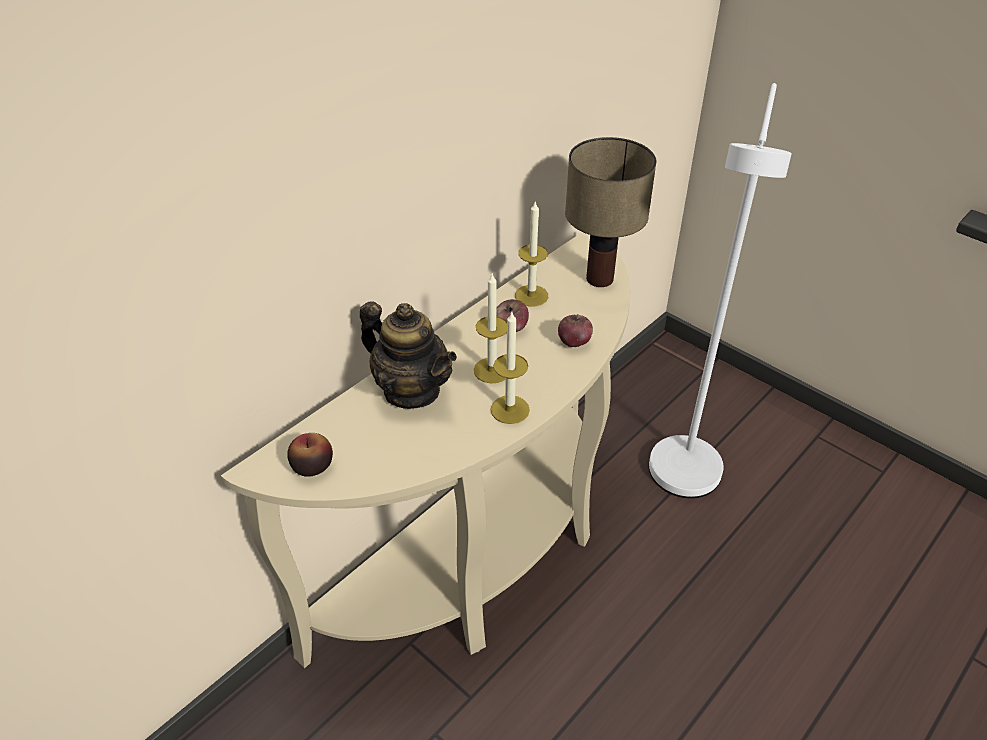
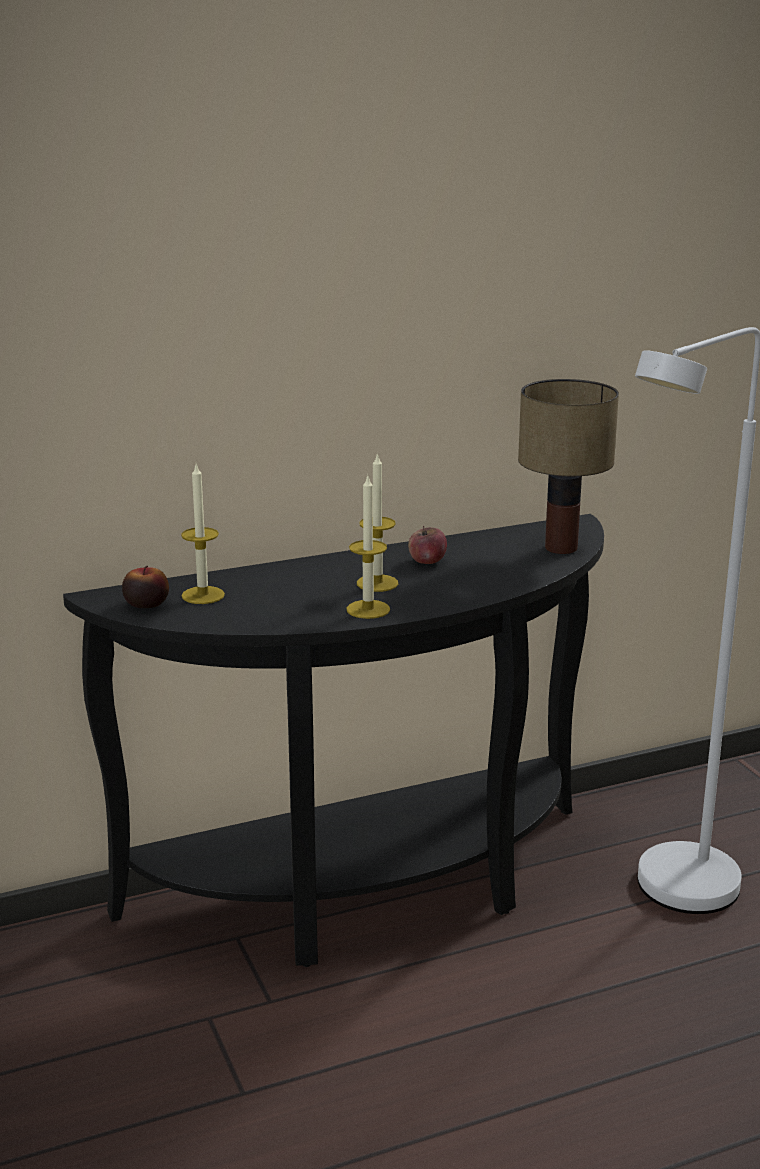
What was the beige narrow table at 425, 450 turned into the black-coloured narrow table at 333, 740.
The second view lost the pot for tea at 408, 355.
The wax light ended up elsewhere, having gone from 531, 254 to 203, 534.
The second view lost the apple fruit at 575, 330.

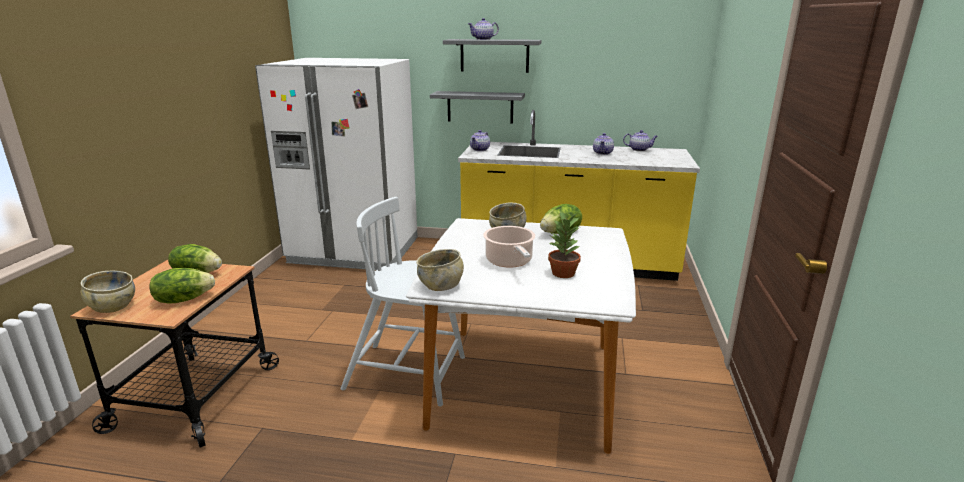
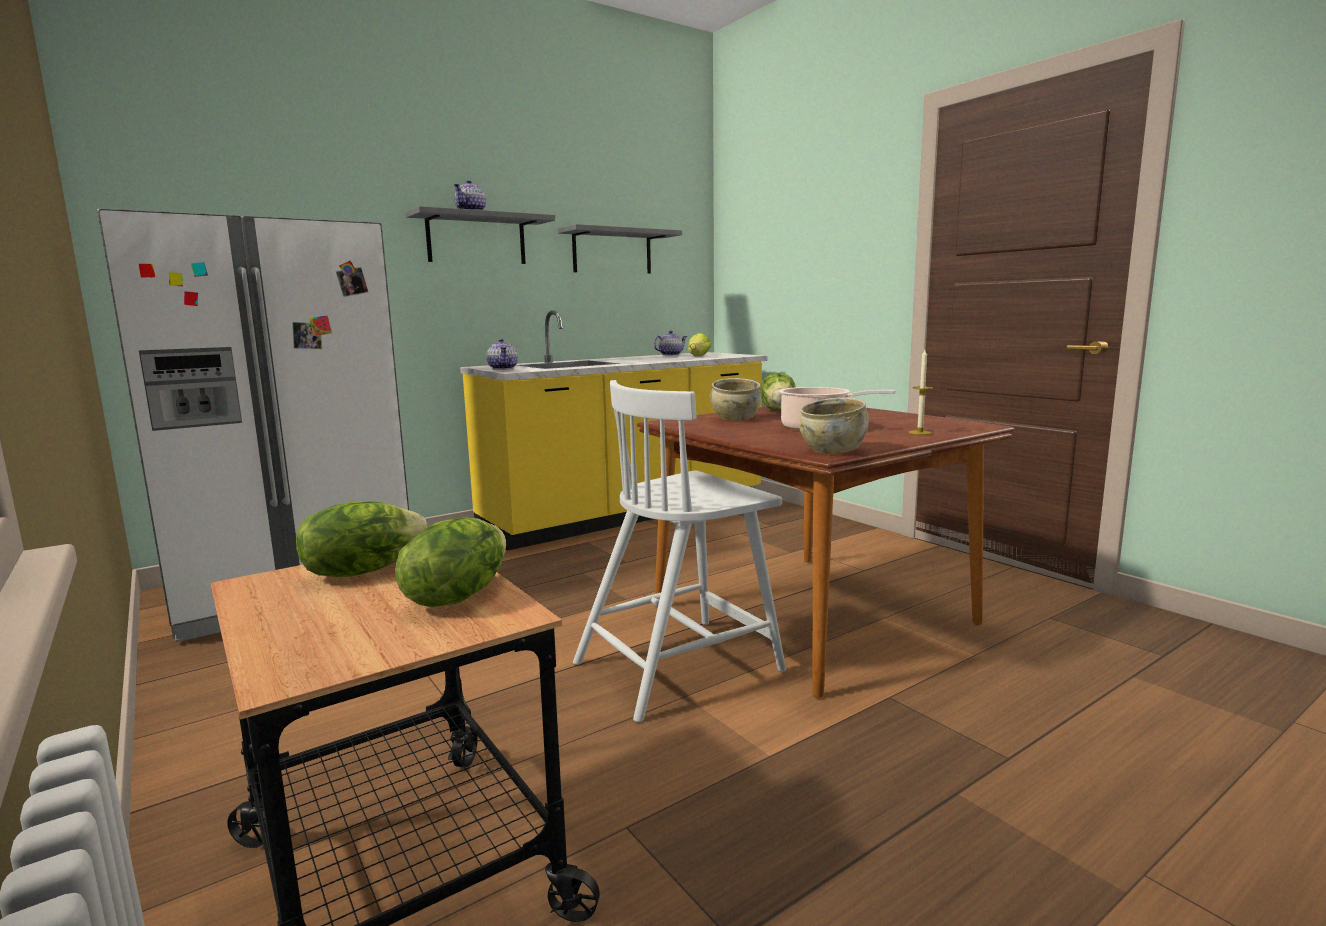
The second view lost the beige serving bowl at 108, 292.
What was the whitish dinner table at 521, 336 turned into the brown dinner table at 826, 552.
The gray bracket shelf ended up elsewhere, having gone from 477, 107 to 620, 249.
The second view lost the plant in a pot at 564, 244.
The second view lost the pot for tea at 603, 144.
The second view gained the lettuce at 699, 344.
The second view gained the wax light at 920, 392.

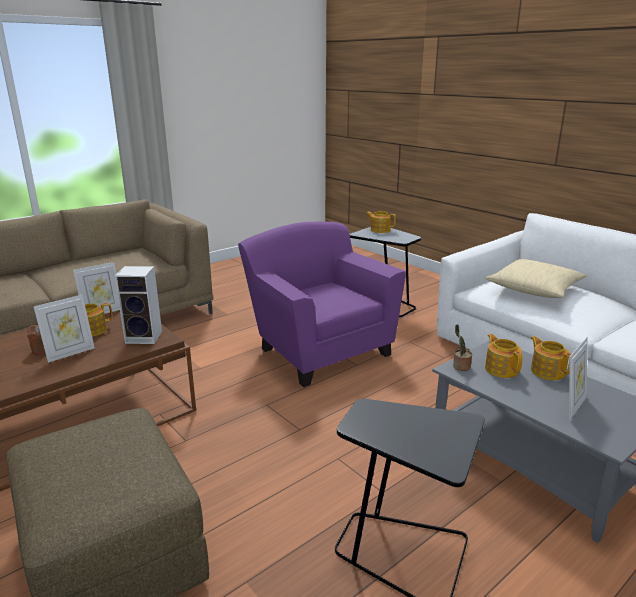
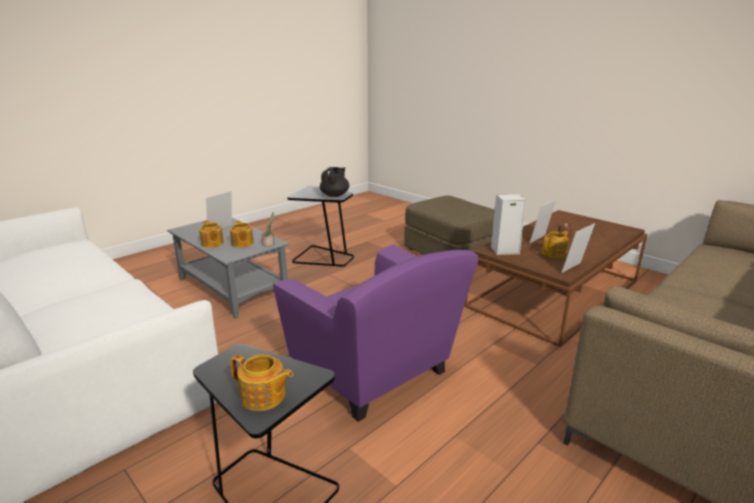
The second view lost the beige cushion at 535, 278.
The second view gained the black-coloured pot for tea at 334, 182.

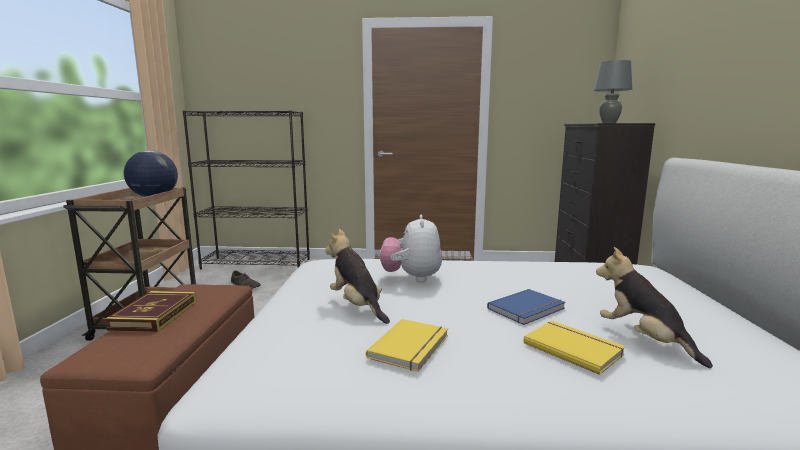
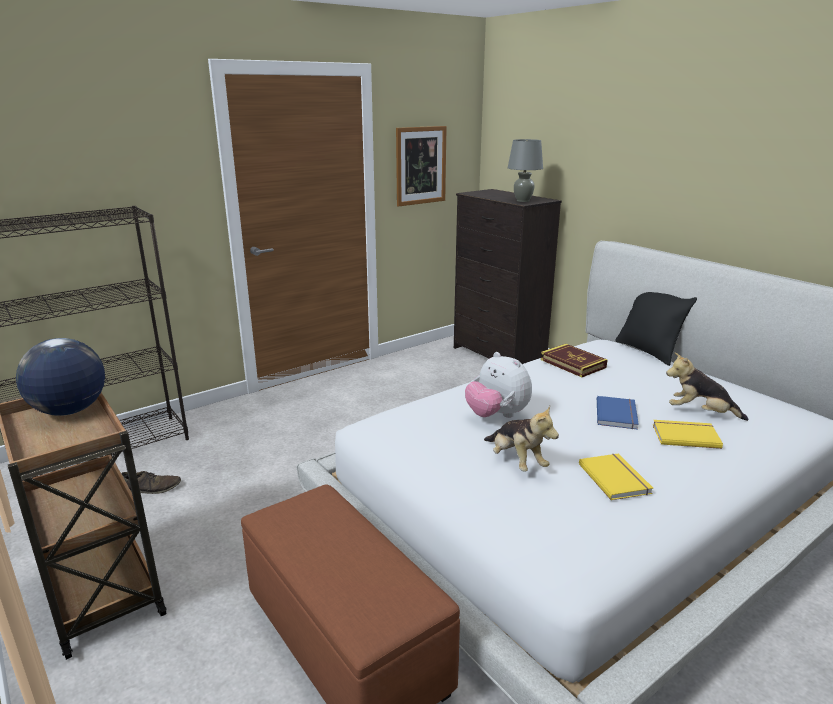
The bound book ended up elsewhere, having gone from 150, 311 to 574, 360.
The cuddly toy at 357, 276 ended up facing another way, 135 degrees counterclockwise from before.
The second view gained the picture at 421, 166.
The second view gained the black-coloured cushion at 656, 329.

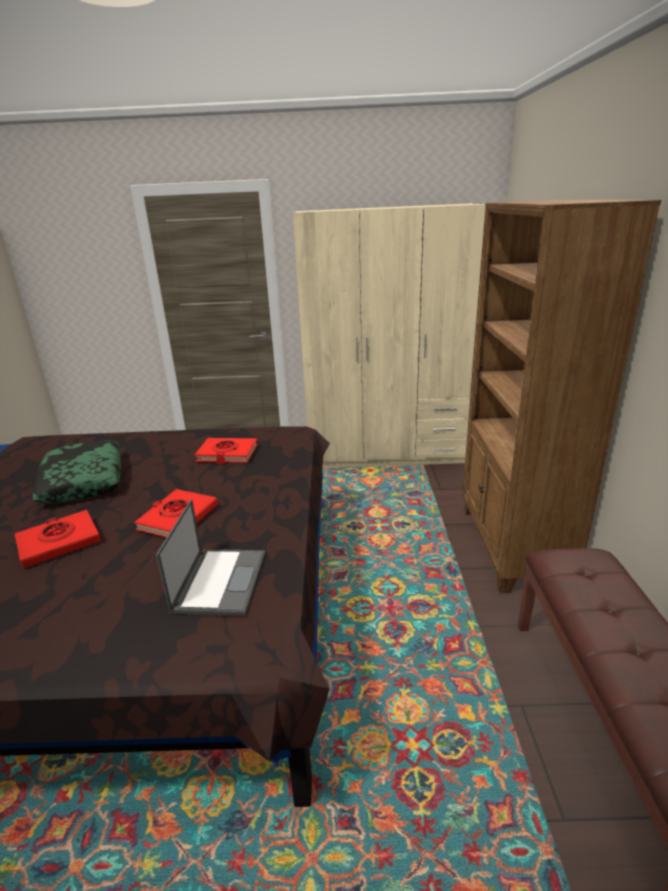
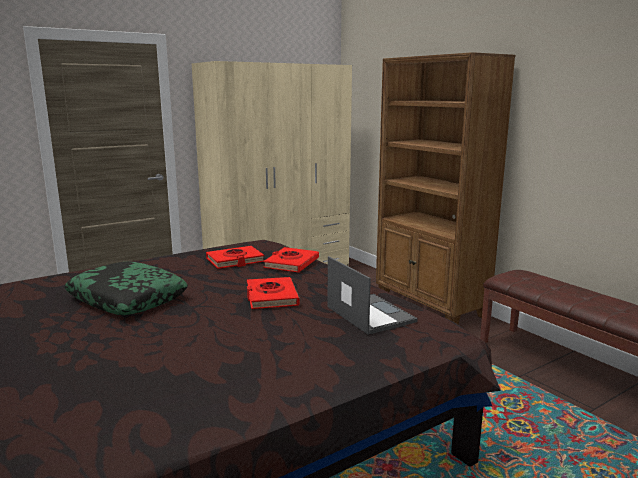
The red-coloured bound book ended up elsewhere, having gone from 57, 539 to 291, 260.

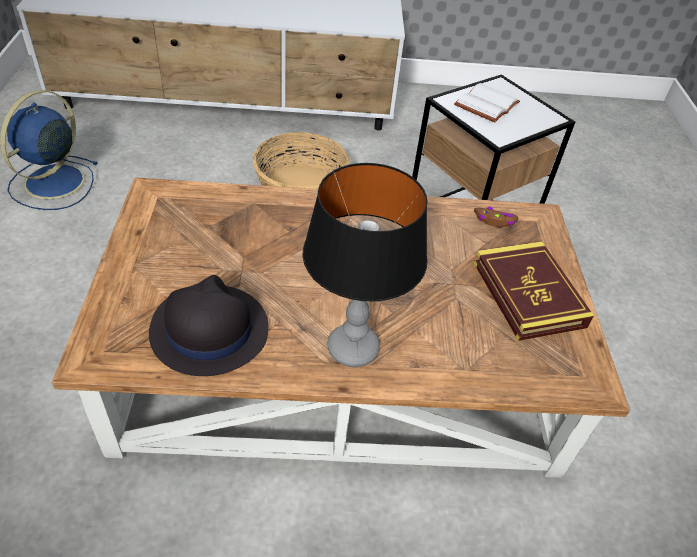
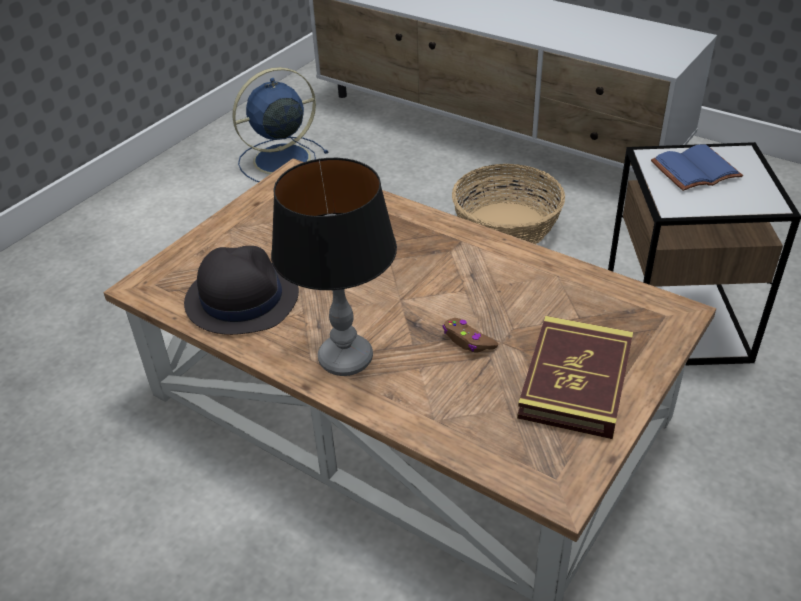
What was the whitish bound book at 487, 102 turned into the bluish bound book at 697, 167.
The brown joypad ended up elsewhere, having gone from 496, 217 to 470, 335.

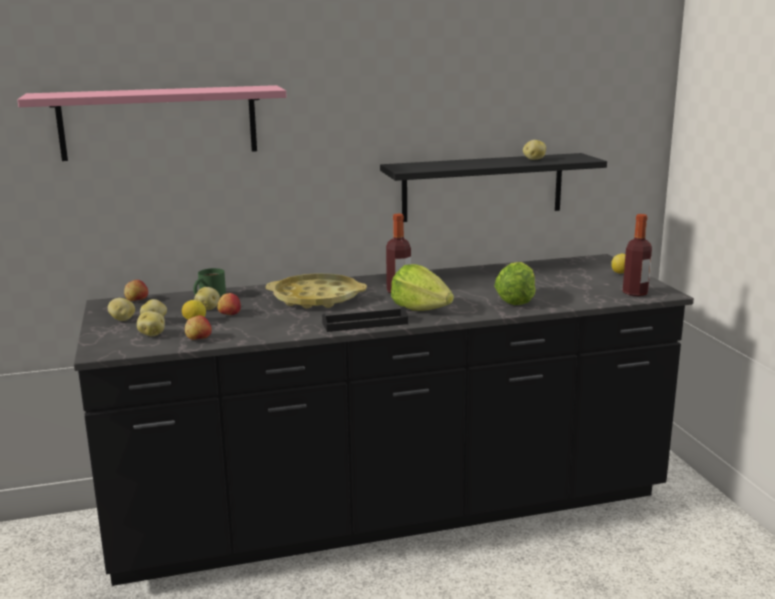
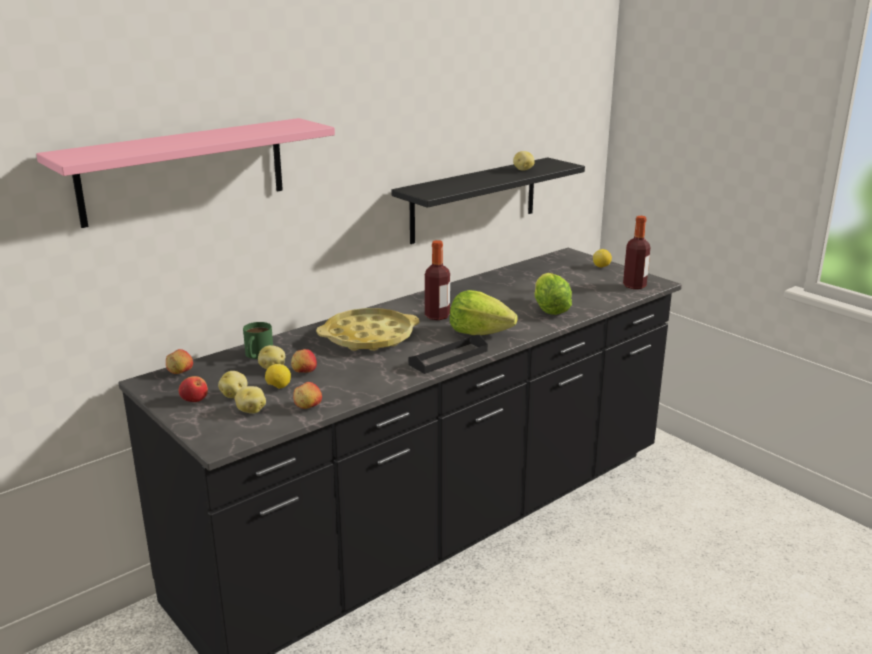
Where the spud stood at 121, 309, the apple fruit came to stand at 193, 389.

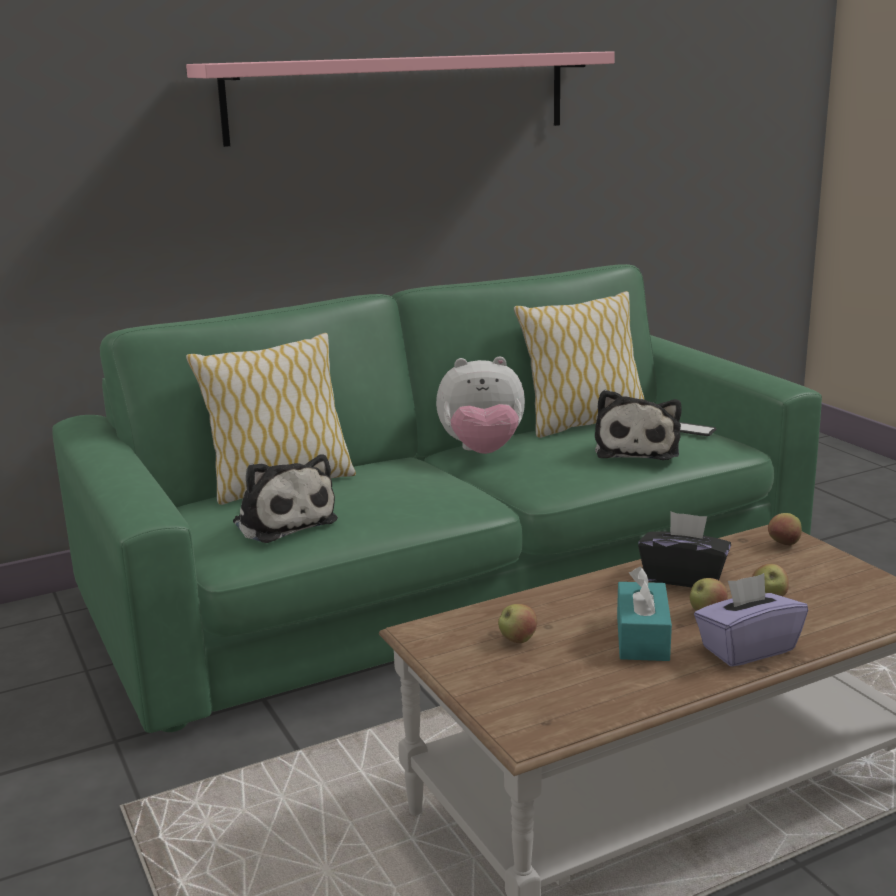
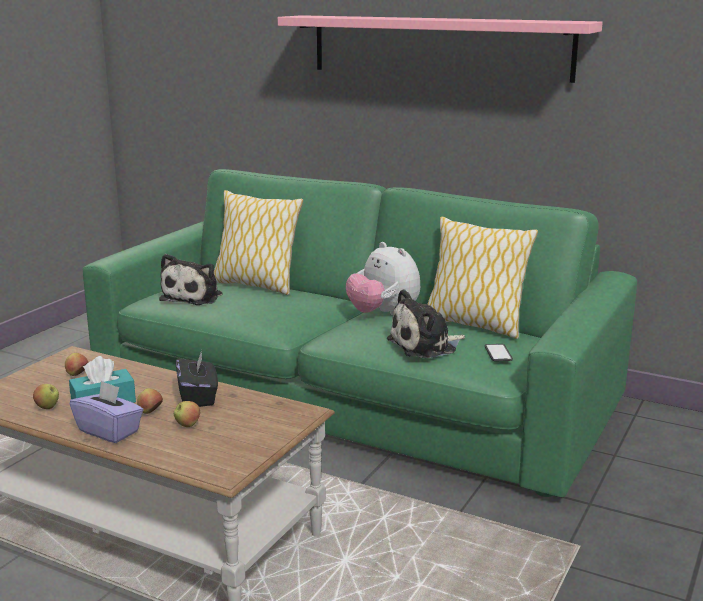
The apple fruit ended up elsewhere, having gone from 785, 529 to 46, 396.

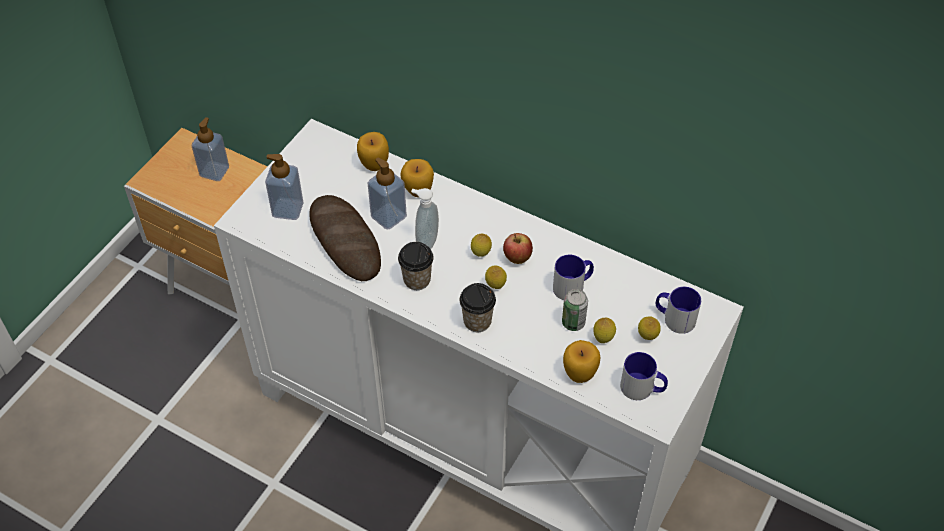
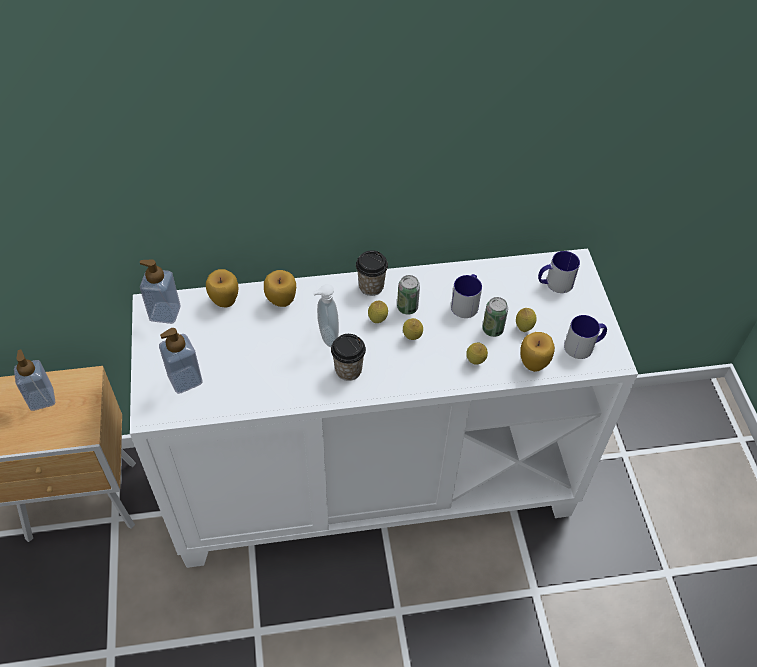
The second view lost the bakery bread at 345, 238.
The soap dispenser ended up elsewhere, having gone from 387, 194 to 160, 291.
The drinking cup ended up elsewhere, having gone from 477, 307 to 372, 273.
Where the apple fruit stood at 518, 248, the metal can came to stand at 408, 295.
The citrus fruit ended up elsewhere, having gone from 649, 328 to 477, 354.

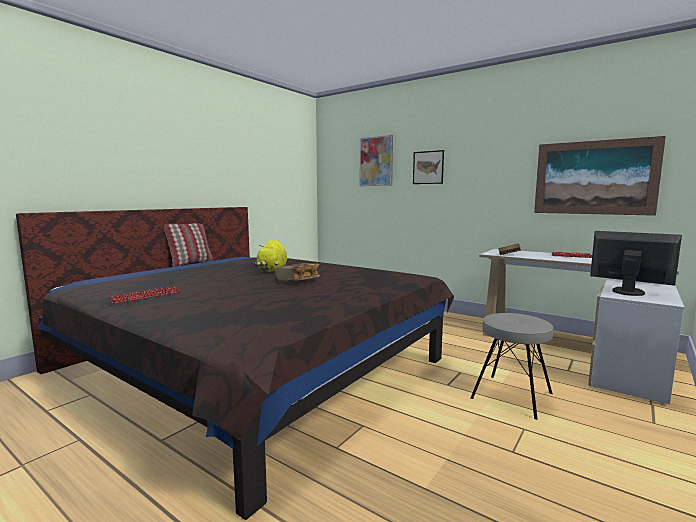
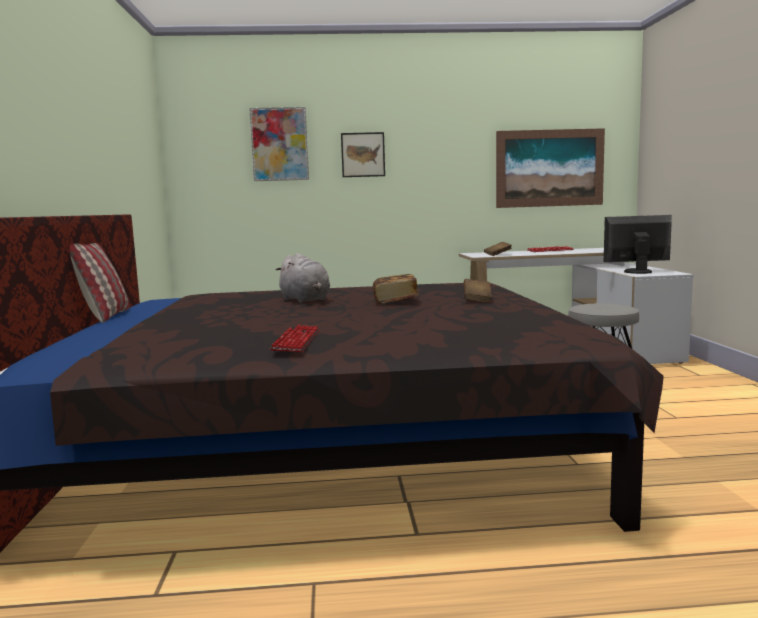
What was the yellow-coloured cuddly toy at 270, 256 turned into the gray cuddly toy at 303, 278.
The second view gained the brown bound book at 478, 291.

